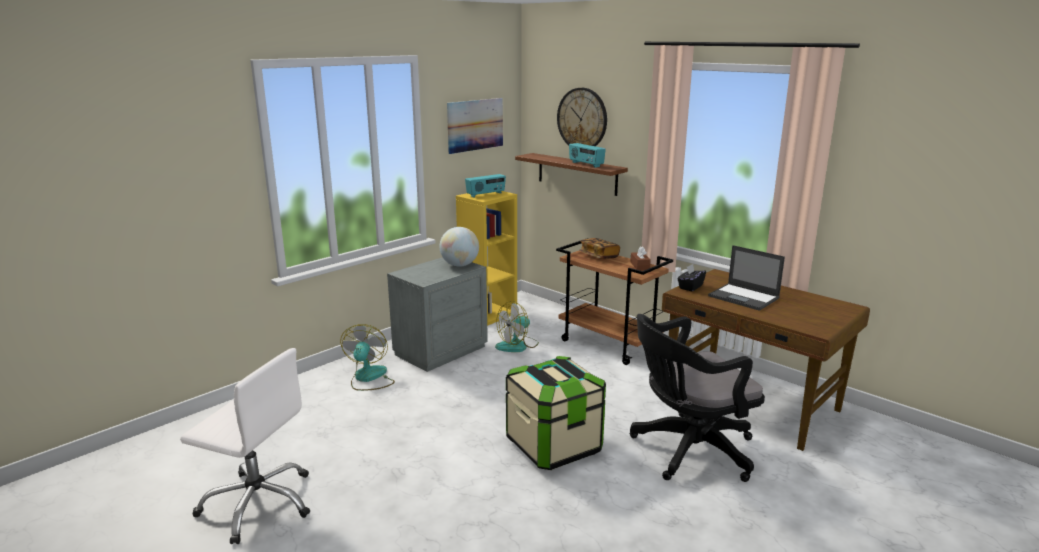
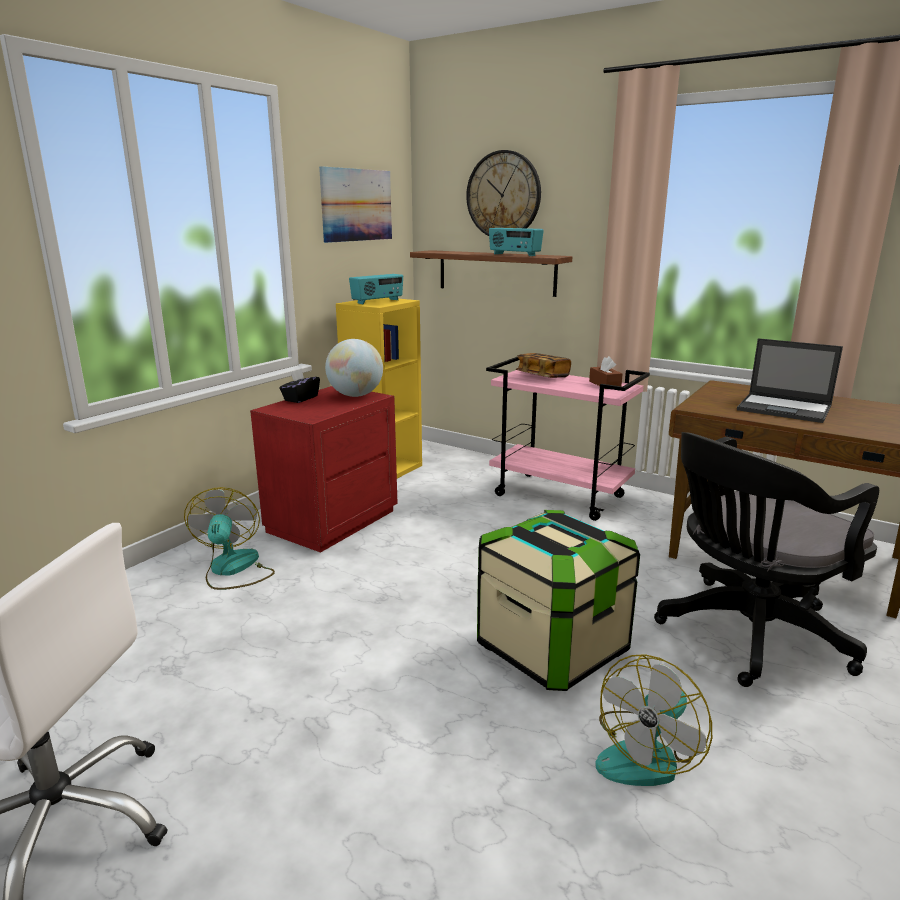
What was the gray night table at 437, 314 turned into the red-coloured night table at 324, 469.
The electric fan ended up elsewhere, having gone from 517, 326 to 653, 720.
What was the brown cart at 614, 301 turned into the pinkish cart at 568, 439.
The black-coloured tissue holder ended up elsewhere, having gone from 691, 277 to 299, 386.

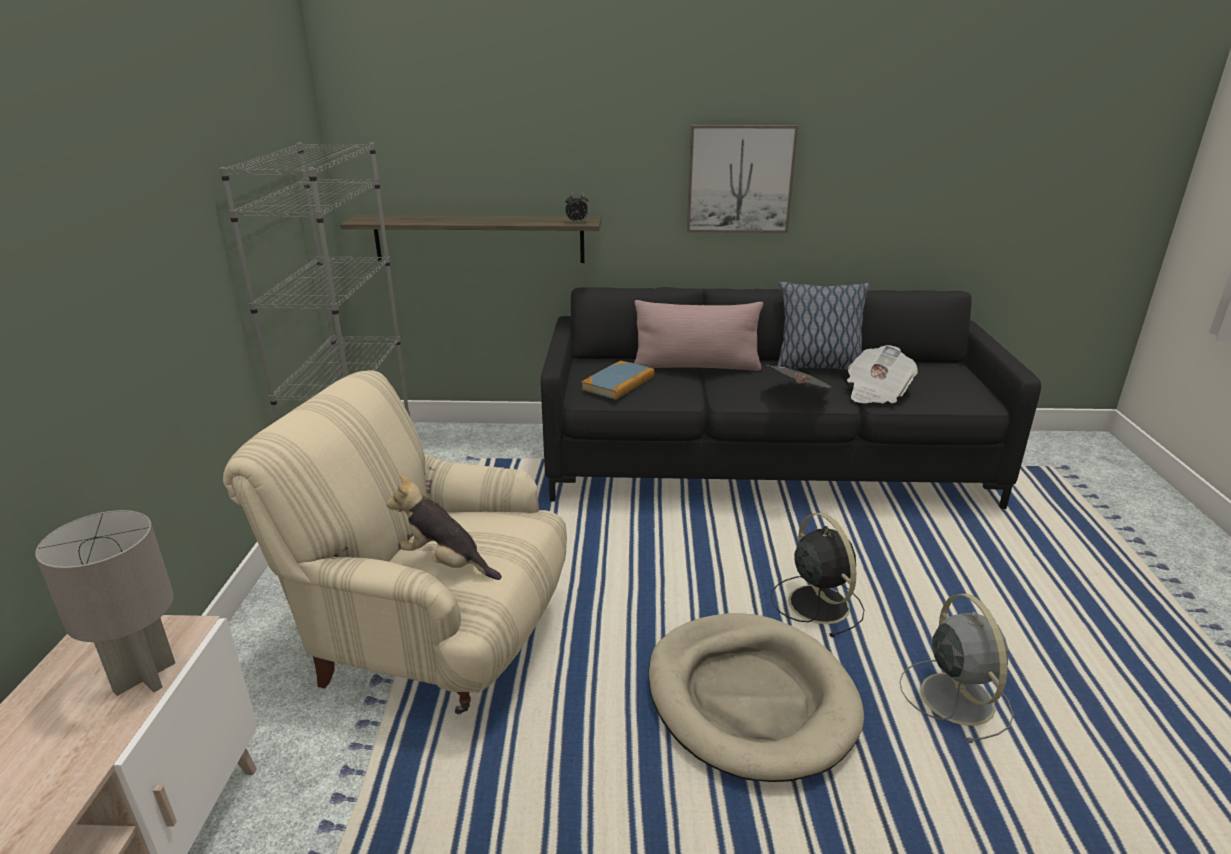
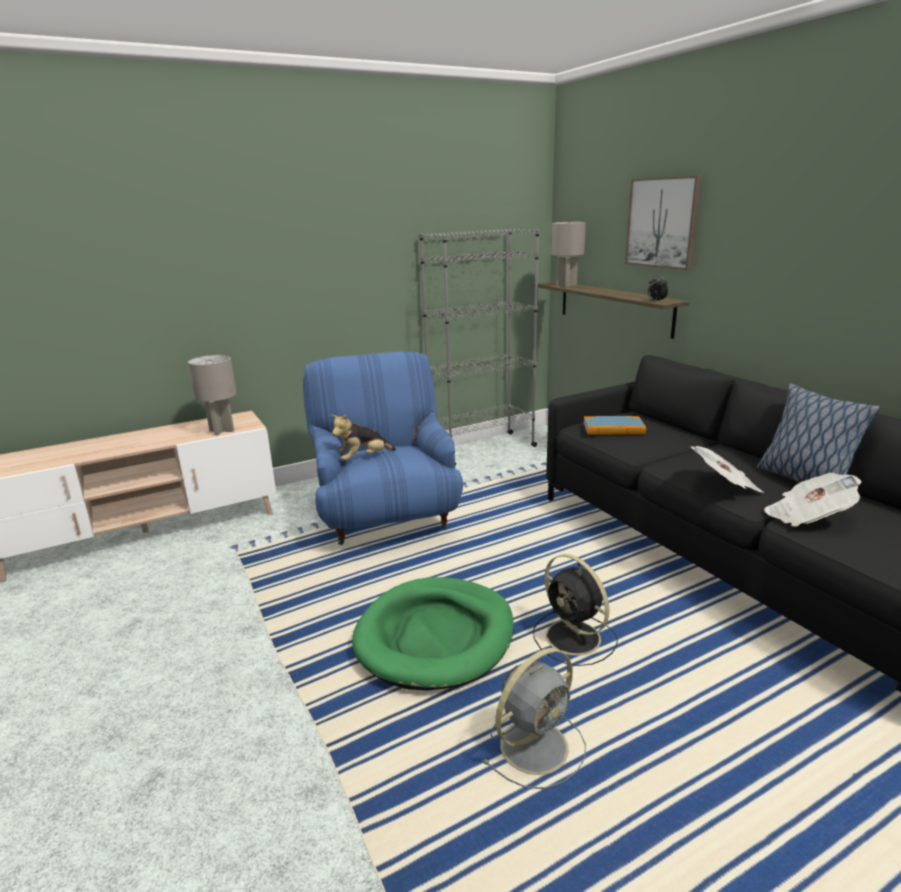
What was the beige lounge chair at 395, 542 turned into the bluish lounge chair at 383, 448.
The cuddly toy at 444, 527 ended up facing another way, 120 degrees counterclockwise from before.
The second view lost the pinkish cushion at 698, 335.
What was the beige dog bed at 756, 697 turned into the green-coloured dog bed at 433, 633.
The picture ended up elsewhere, having gone from 742, 179 to 663, 223.
The black-coloured electric fan at 818, 575 ended up facing another way, 105 degrees clockwise from before.
The second view gained the gray table lamp at 568, 254.

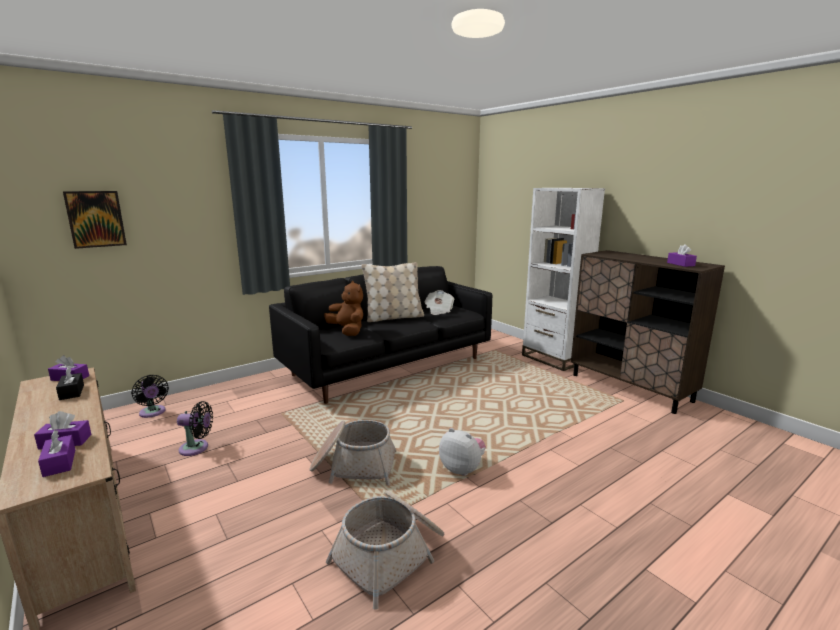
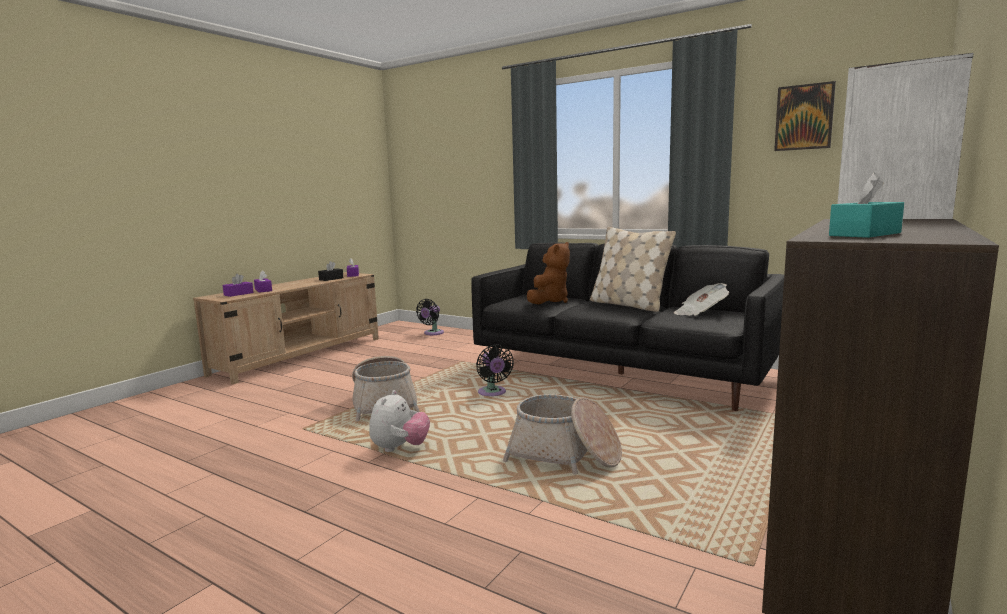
The picture ended up elsewhere, having gone from 95, 220 to 805, 116.
The black-coloured electric fan ended up elsewhere, having gone from 195, 428 to 495, 370.
The household basket ended up elsewhere, having gone from 385, 550 to 562, 434.
What was the purplish tissue holder at 682, 255 turned into the turquoise-coloured tissue holder at 866, 205.

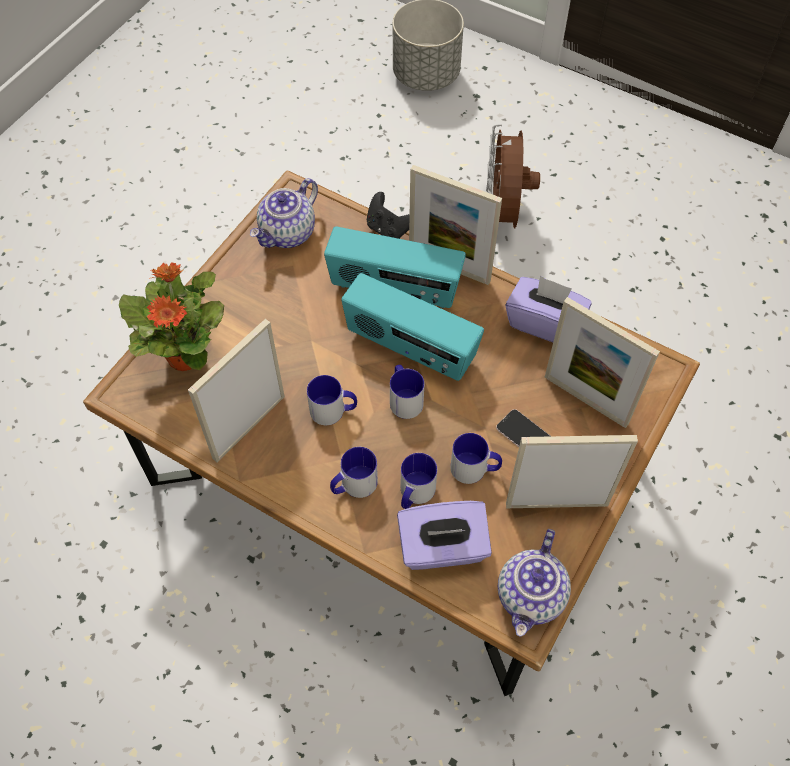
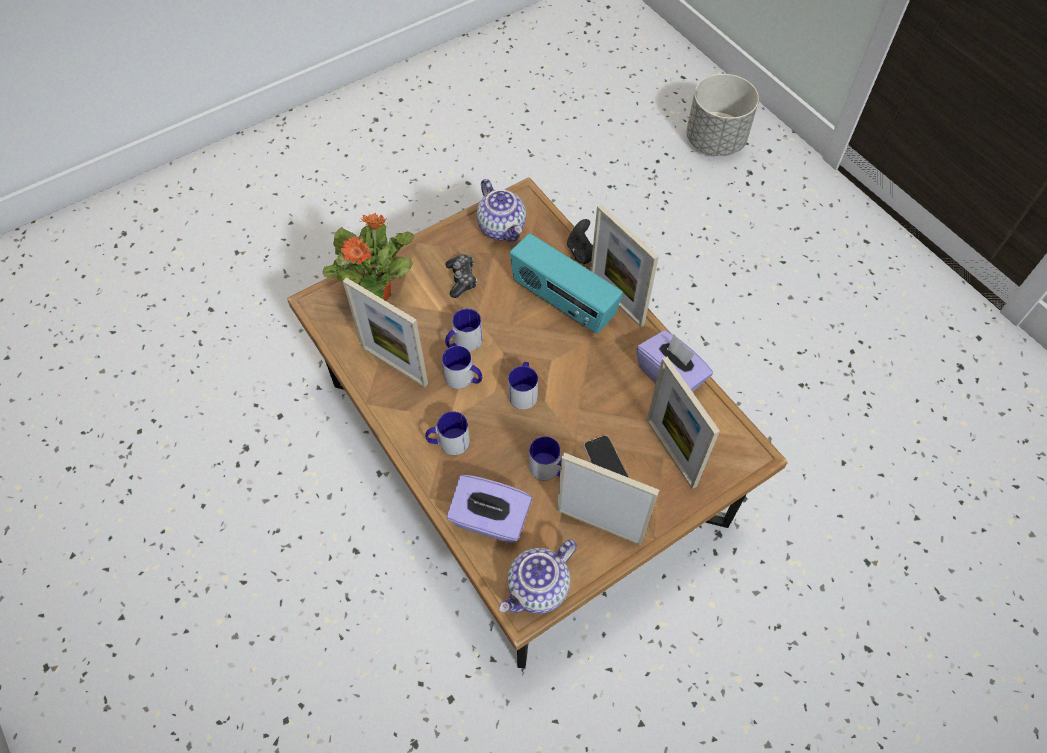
The standing frame at 236, 390 ended up facing another way, 120 degrees counterclockwise from before.
The pot for tea at 284, 213 ended up facing another way, 90 degrees counterclockwise from before.
The second view lost the radio at 412, 327.
The tea mug ended up elsewhere, having gone from 419, 481 to 464, 329.
The second view lost the brown electric fan at 513, 176.
The second view gained the joypad at 461, 276.

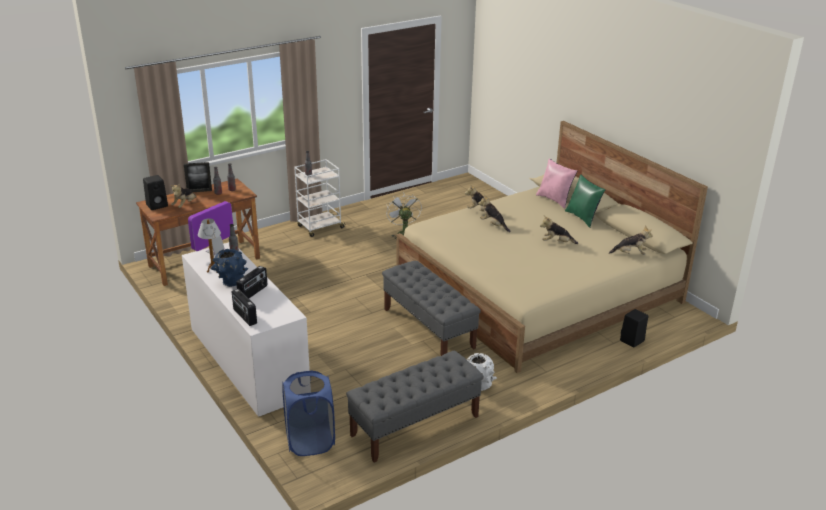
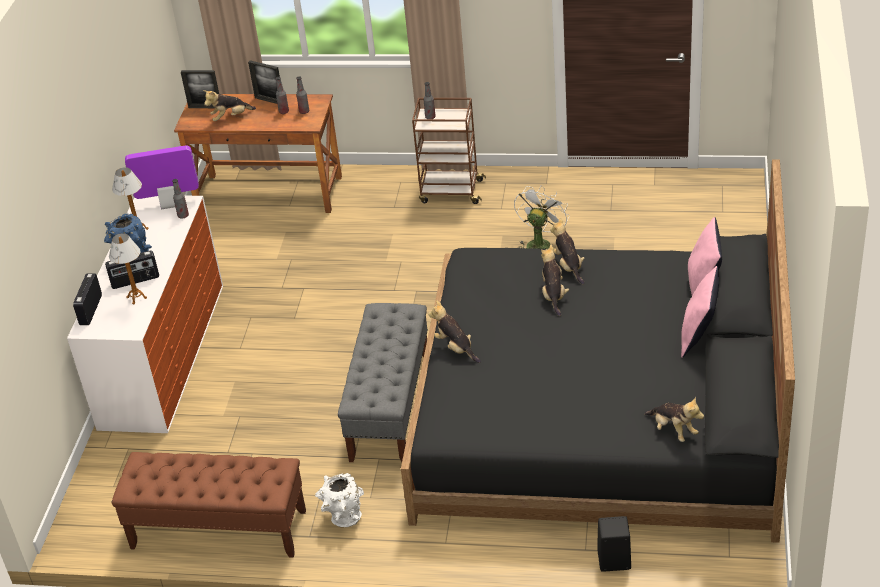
Where the black-coloured loudspeaker stood at 155, 192, the standing frame came to stand at 200, 89.
The second view lost the bluish washing basket at 308, 413.
What was the whitish cart at 320, 198 turned into the brown cart at 449, 151.
What was the gray long seat at 415, 407 turned into the brown long seat at 209, 505.
What was the beige bed at 552, 247 turned into the black-coloured bed at 598, 351.
The cuddly toy ended up elsewhere, having gone from 559, 229 to 454, 331.
What was the green-coloured cushion at 585, 201 turned into the pinkish cushion at 700, 312.
The second view gained the table lamp at 128, 268.

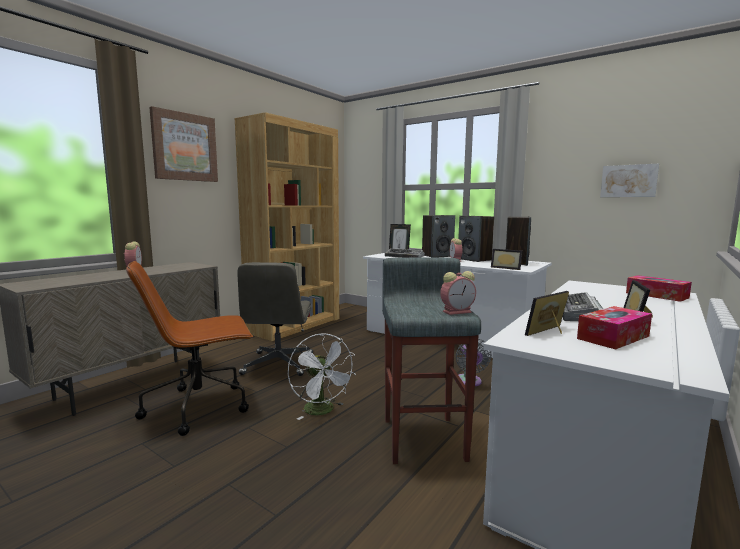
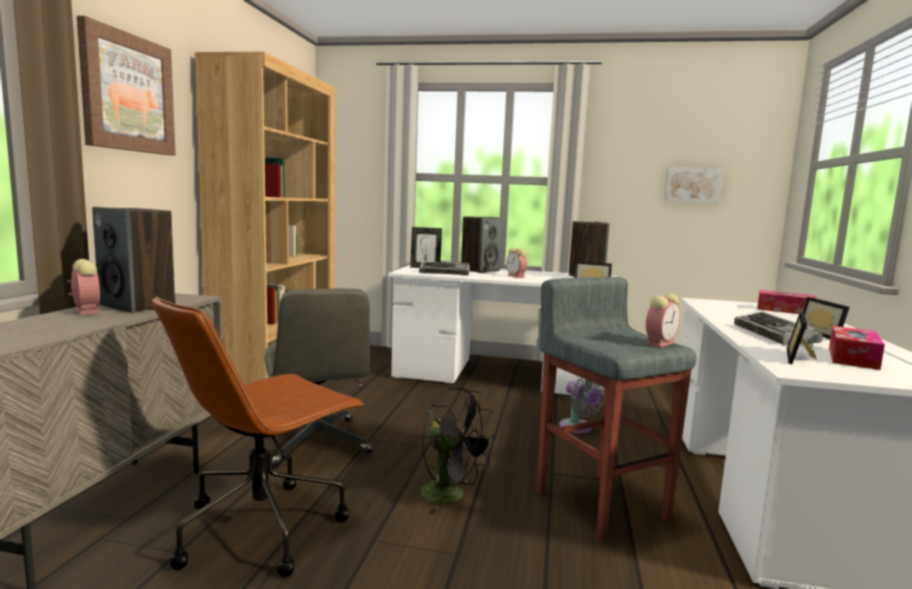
What was the whitish electric fan at 322, 376 turned into the black-coloured electric fan at 458, 450.
The loudspeaker ended up elsewhere, having gone from 476, 239 to 133, 260.

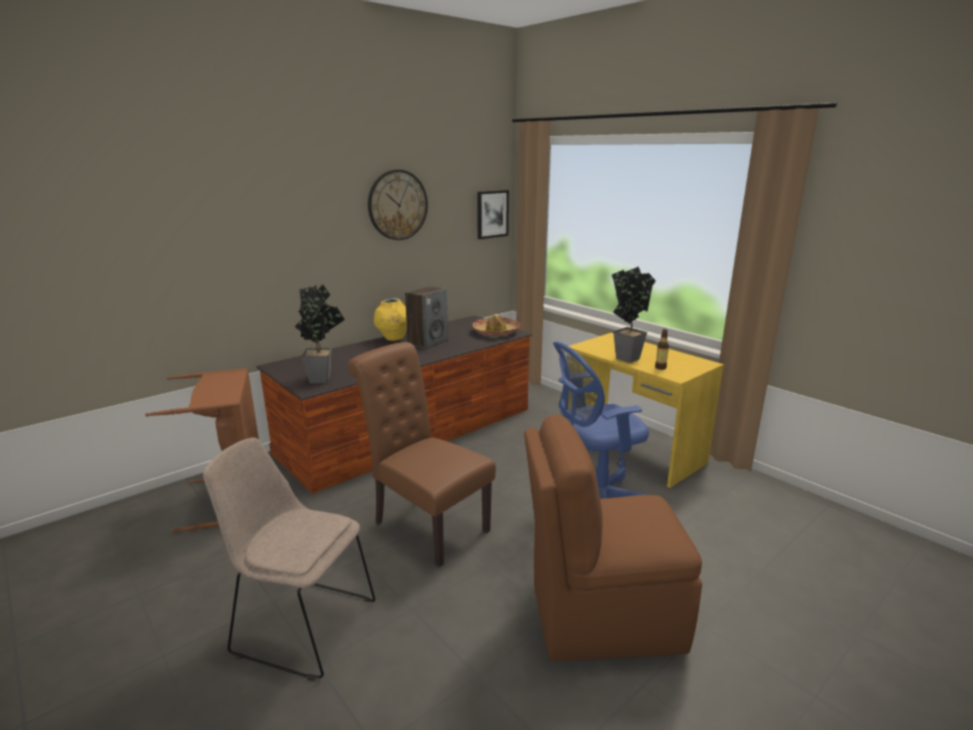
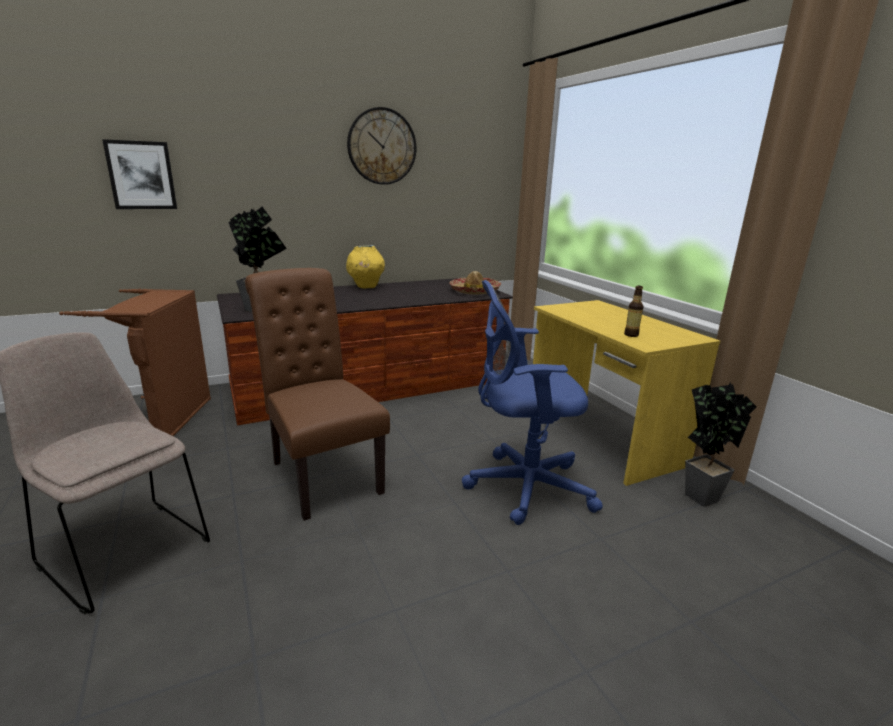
The second view lost the loudspeaker at 426, 317.
The picture ended up elsewhere, having gone from 493, 214 to 139, 174.
The second view lost the brown plain chair at 613, 538.
The plant in a pot ended up elsewhere, having gone from 634, 315 to 720, 444.

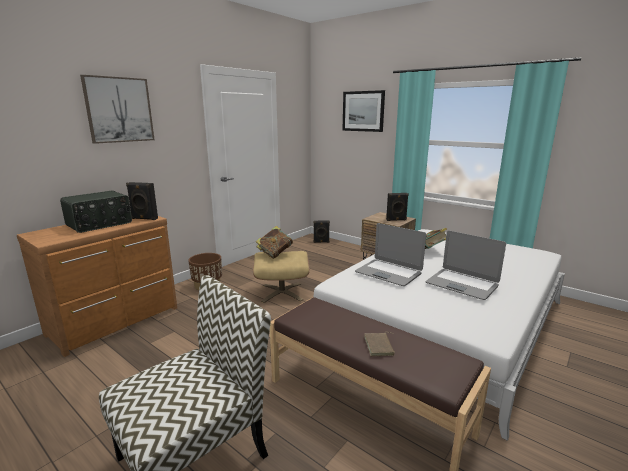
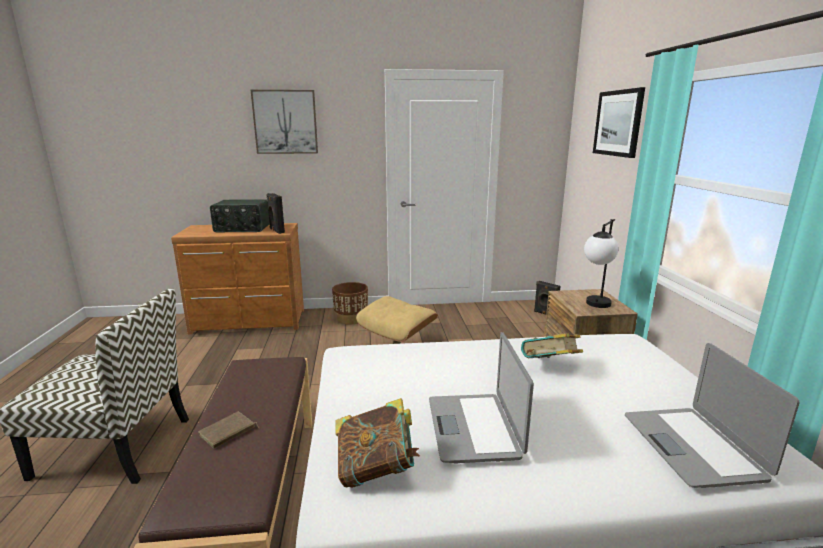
The bound book ended up elsewhere, having gone from 274, 242 to 377, 443.
The laptop ended up elsewhere, having gone from 390, 254 to 712, 415.
Where the black-coloured loudspeaker stood at 397, 207, the table lamp came to stand at 601, 263.

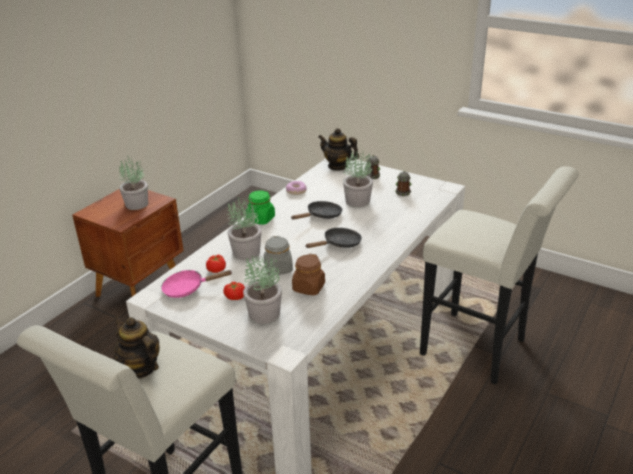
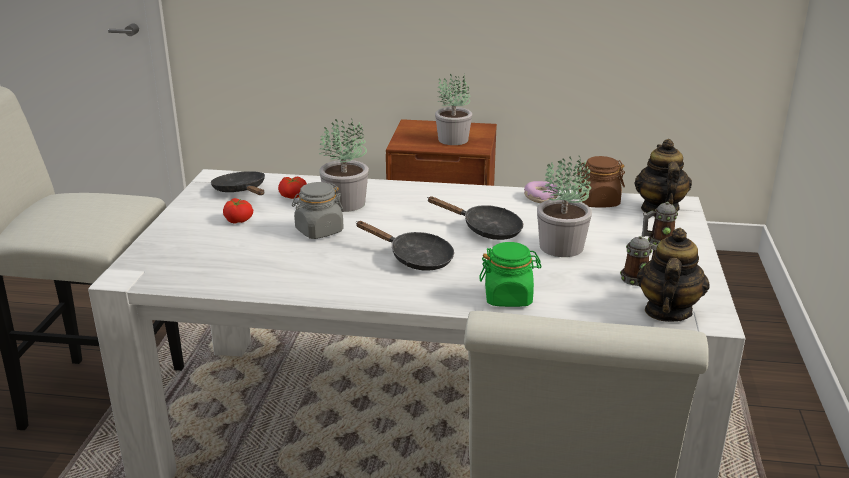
The pot for tea ended up elsewhere, having gone from 137, 348 to 673, 275.
What was the pinkish frying pan at 197, 284 turned into the black-coloured frying pan at 238, 183.
The second view lost the plant in a pot at 262, 290.
The green-coloured storage jar ended up elsewhere, having gone from 260, 207 to 510, 274.
The brown storage jar ended up elsewhere, having gone from 308, 275 to 601, 182.

